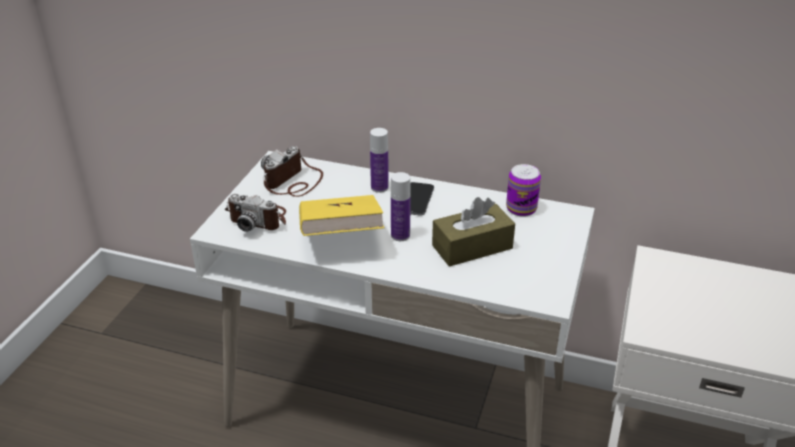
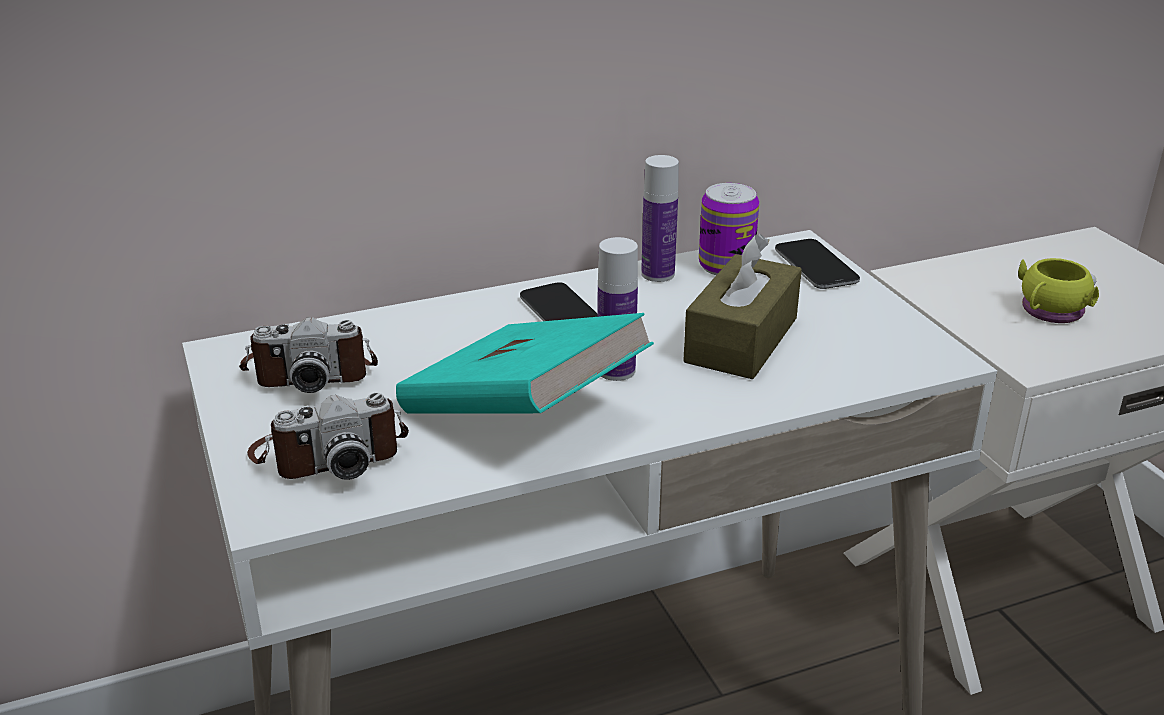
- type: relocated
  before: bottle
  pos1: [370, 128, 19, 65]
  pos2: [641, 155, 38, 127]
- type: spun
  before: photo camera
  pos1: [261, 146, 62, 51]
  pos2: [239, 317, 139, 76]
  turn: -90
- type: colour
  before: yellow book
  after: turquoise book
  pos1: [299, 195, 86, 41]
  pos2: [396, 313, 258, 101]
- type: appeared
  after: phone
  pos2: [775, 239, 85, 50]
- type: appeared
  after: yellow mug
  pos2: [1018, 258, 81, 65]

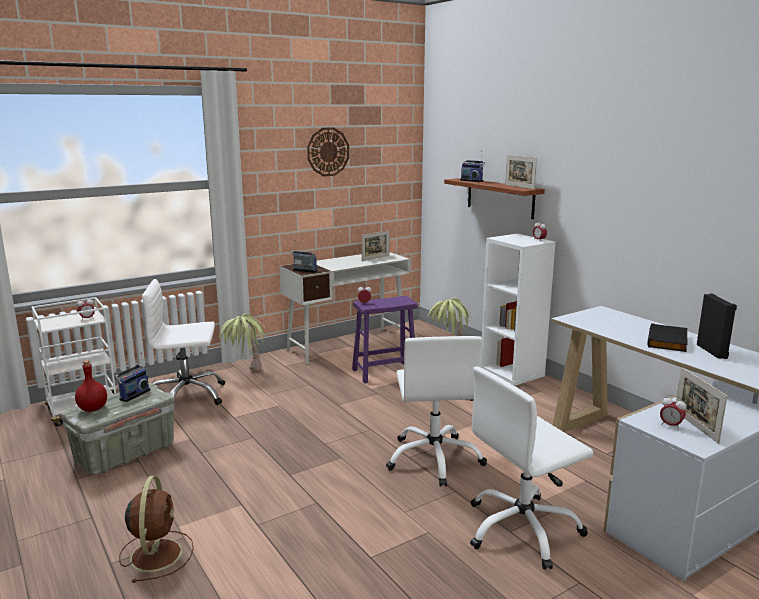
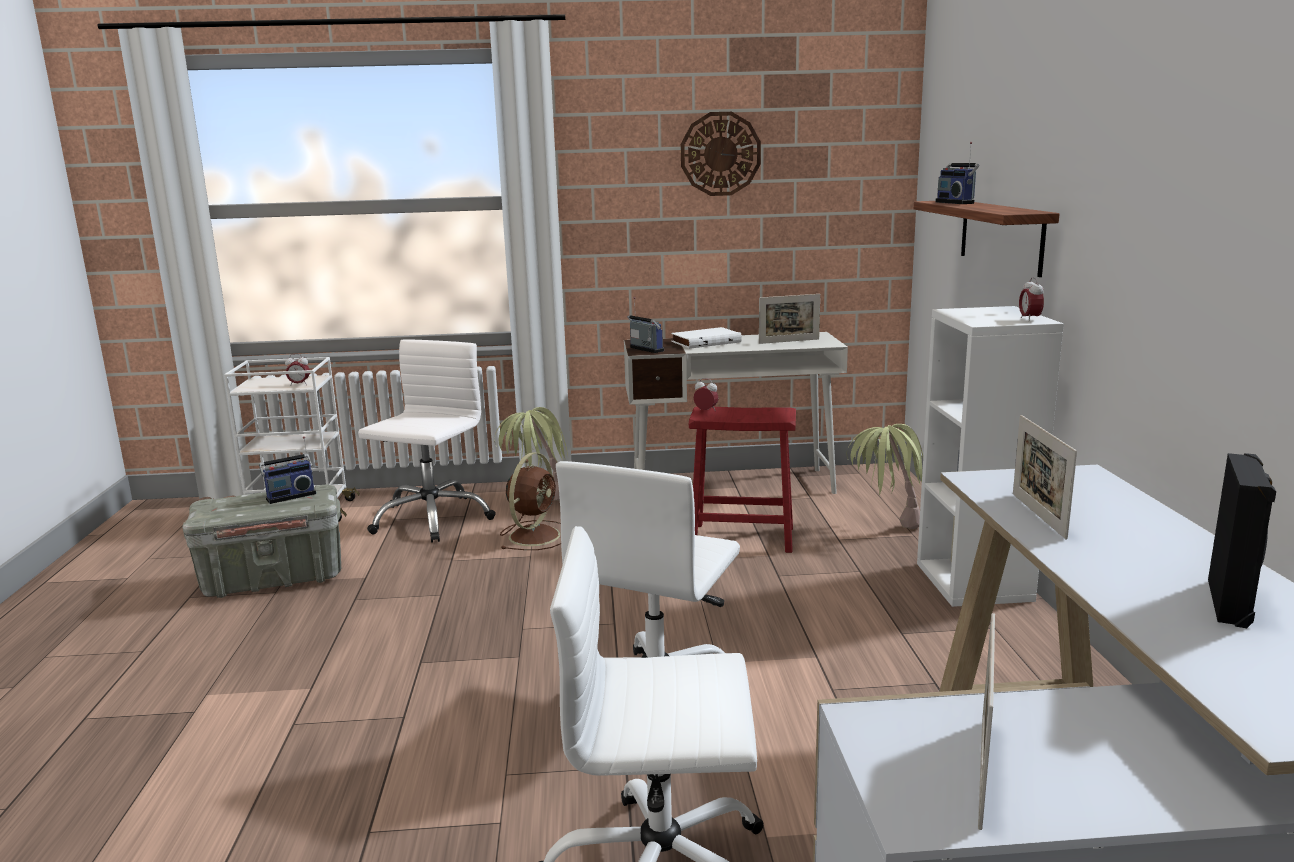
- type: relocated
  before: picture frame
  pos1: [505, 155, 32, 34]
  pos2: [1013, 415, 64, 124]
- type: spun
  before: white office chair
  pos1: [142, 279, 83, 126]
  pos2: [358, 339, 138, 204]
  turn: 90
- type: colour
  before: purple stool
  after: red stool
  pos1: [352, 296, 66, 87]
  pos2: [689, 407, 107, 146]
- type: missing
  before: black book
  pos1: [647, 323, 40, 29]
- type: missing
  before: red bottle
  pos1: [75, 360, 32, 52]
- type: missing
  before: alarm clock
  pos1: [660, 395, 26, 35]
- type: relocated
  before: brown fan
  pos1: [119, 476, 75, 107]
  pos2: [500, 452, 61, 98]
- type: appeared
  after: white book
  pos2: [671, 327, 71, 22]

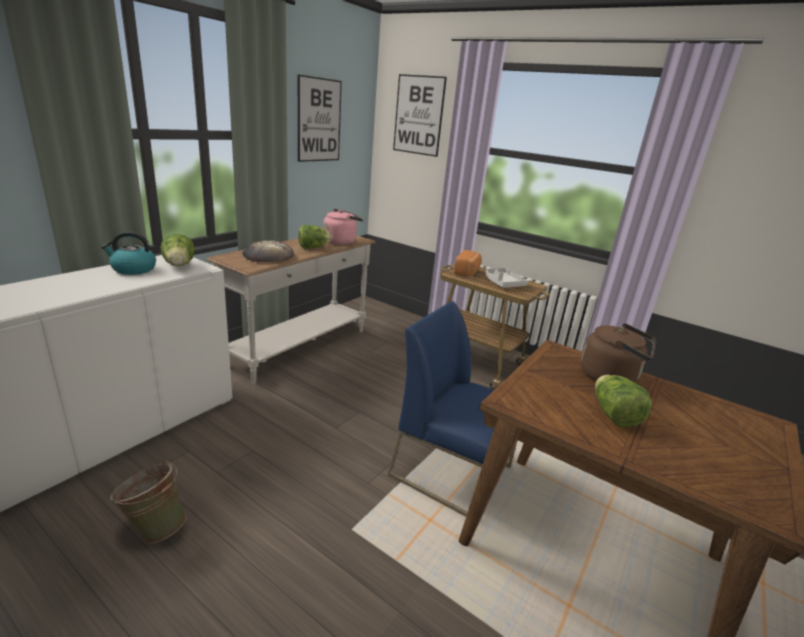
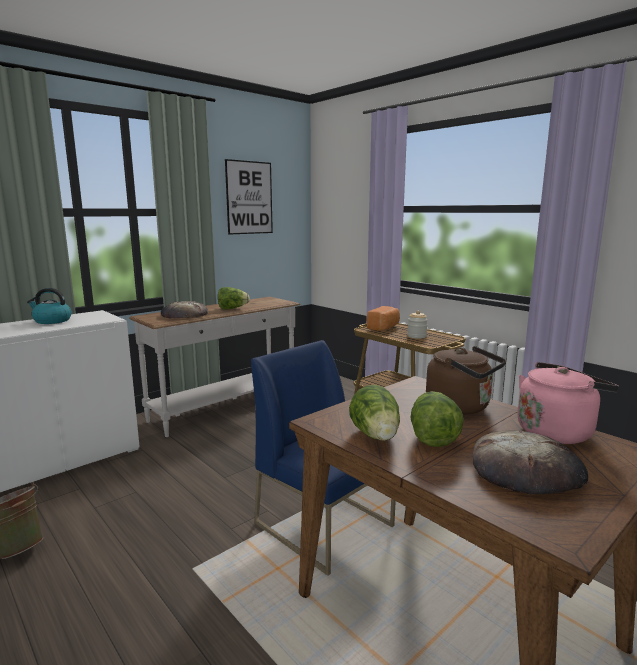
- type: missing
  before: picture
  pos1: [393, 74, 54, 83]
- type: relocated
  before: pink kettle
  pos1: [323, 209, 40, 36]
  pos2: [517, 362, 102, 82]
- type: relocated
  before: lettuce
  pos1: [160, 234, 34, 32]
  pos2: [349, 385, 51, 56]
- type: exchanged
  before: grey tray
  after: jar
  pos1: [485, 268, 43, 20]
  pos2: [407, 311, 21, 28]
- type: appeared
  after: bread
  pos2: [473, 430, 115, 65]

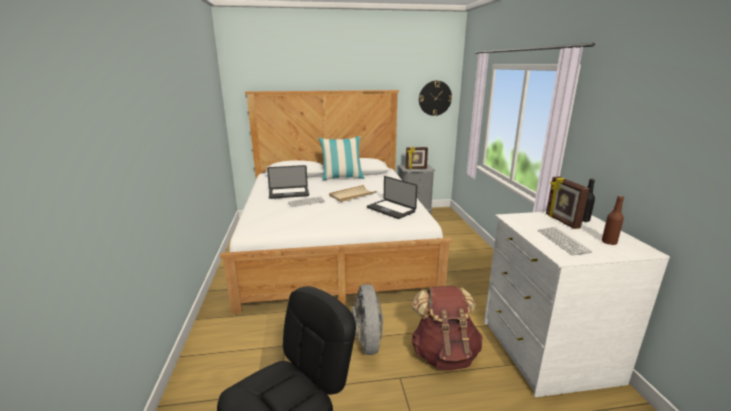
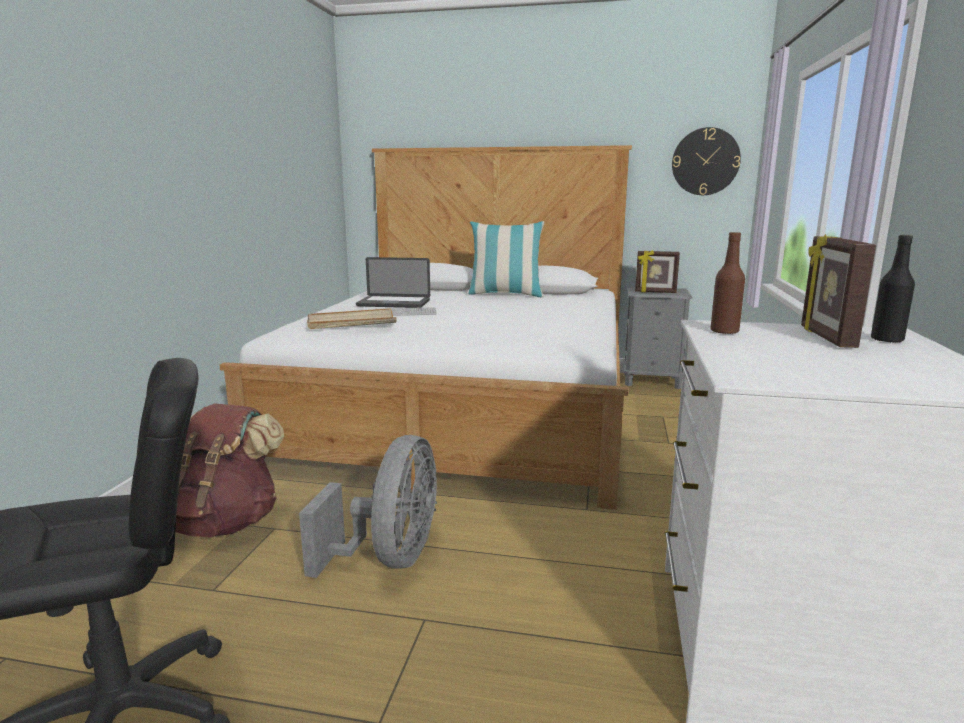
- type: missing
  before: laptop
  pos1: [367, 176, 50, 43]
- type: relocated
  before: beige tray
  pos1: [329, 185, 48, 17]
  pos2: [307, 308, 90, 21]
- type: relocated
  before: brown bottle
  pos1: [602, 196, 22, 49]
  pos2: [710, 232, 35, 103]
- type: missing
  before: keyboard
  pos1: [538, 227, 54, 28]
- type: relocated
  before: brown backpack
  pos1: [411, 286, 72, 84]
  pos2: [175, 403, 109, 135]

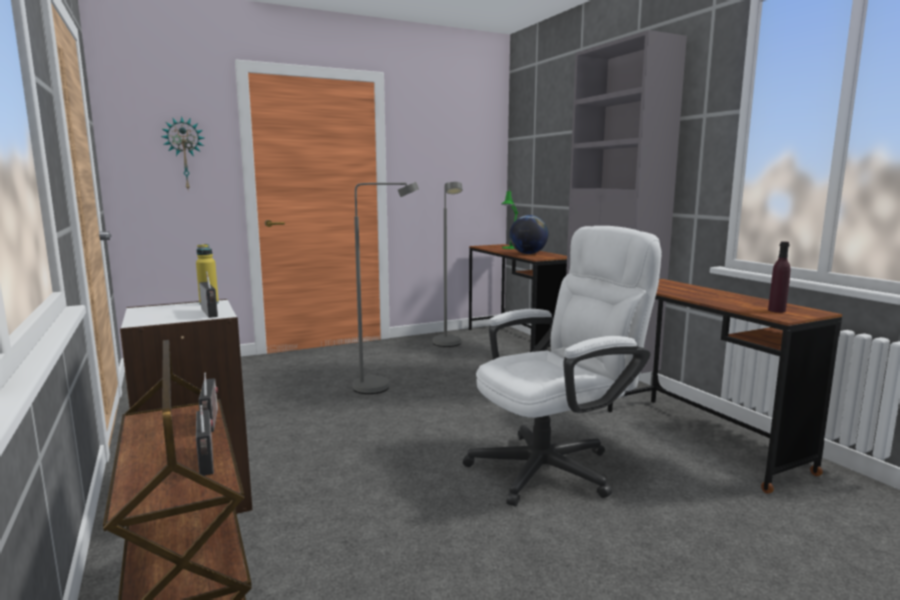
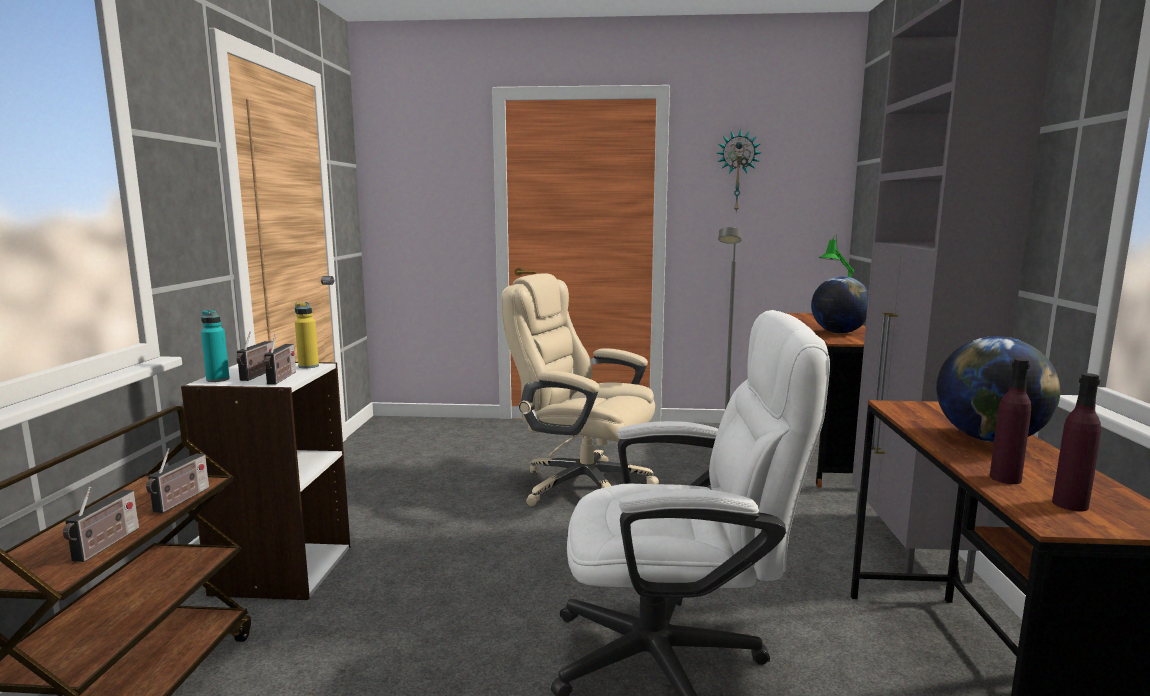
- type: relocated
  before: wall clock
  pos1: [161, 116, 43, 73]
  pos2: [717, 129, 45, 83]
- type: exchanged
  before: grey floor lamp
  after: beige office chair
  pos1: [353, 182, 66, 212]
  pos2: [502, 273, 157, 233]
- type: appeared
  after: turquoise bottle
  pos2: [201, 310, 29, 72]
- type: appeared
  after: radio
  pos2: [237, 331, 36, 50]
- type: appeared
  after: globe
  pos2: [936, 336, 124, 106]
- type: appeared
  after: purple bottle
  pos2: [990, 358, 41, 126]

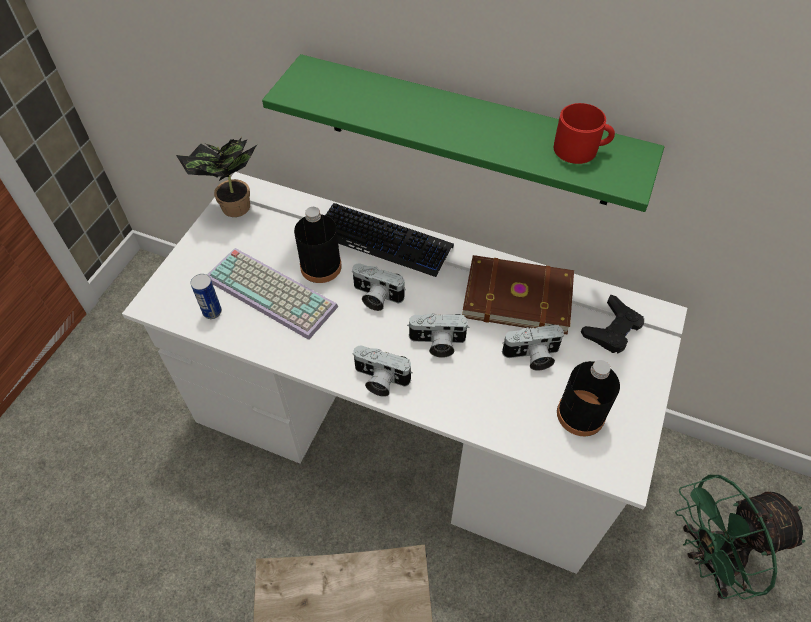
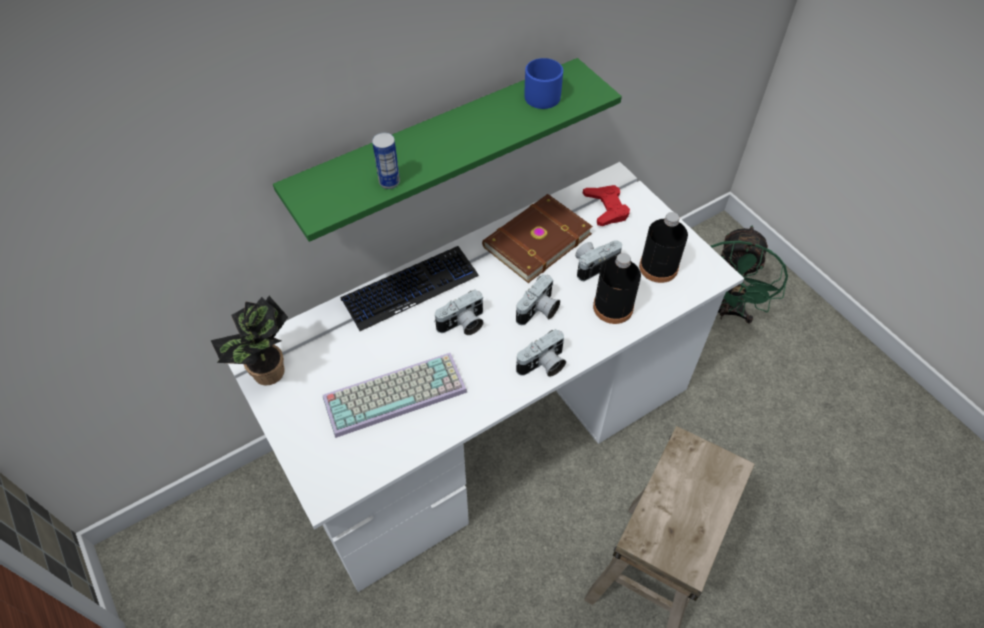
- type: colour
  before: red mug
  after: blue mug
  pos1: [554, 103, 61, 61]
  pos2: [524, 58, 39, 51]
- type: relocated
  before: black bottle
  pos1: [294, 207, 48, 76]
  pos2: [593, 253, 48, 71]
- type: relocated
  before: can
  pos1: [190, 274, 32, 45]
  pos2: [372, 133, 28, 56]
- type: colour
  before: black game controller
  after: red game controller
  pos1: [581, 294, 63, 59]
  pos2: [583, 185, 47, 41]
- type: spun
  before: photo camera
  pos1: [502, 324, 62, 47]
  pos2: [575, 240, 47, 41]
  turn: -150

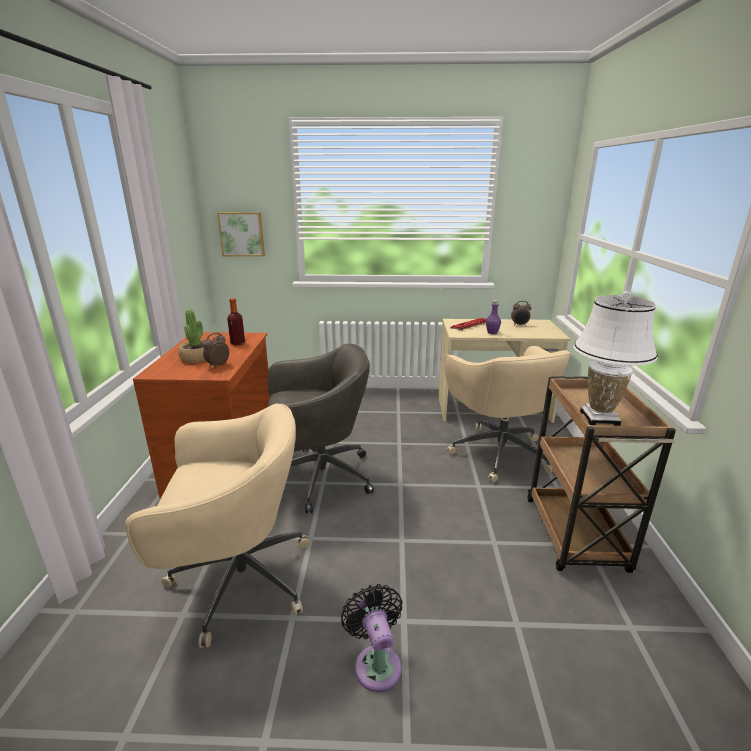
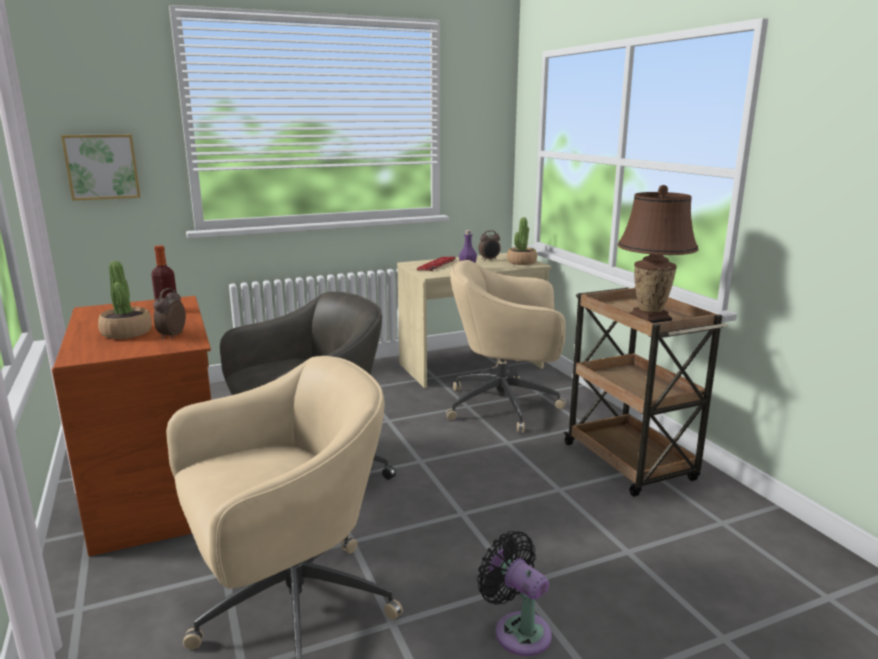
- type: colour
  before: white table lamp
  after: brown table lamp
  pos1: [573, 291, 85, 135]
  pos2: [618, 185, 81, 138]
- type: spun
  before: beige office chair
  pos1: [444, 346, 127, 137]
  pos2: [446, 260, 120, 173]
  turn: 135
- type: appeared
  after: potted plant
  pos2: [507, 217, 30, 48]

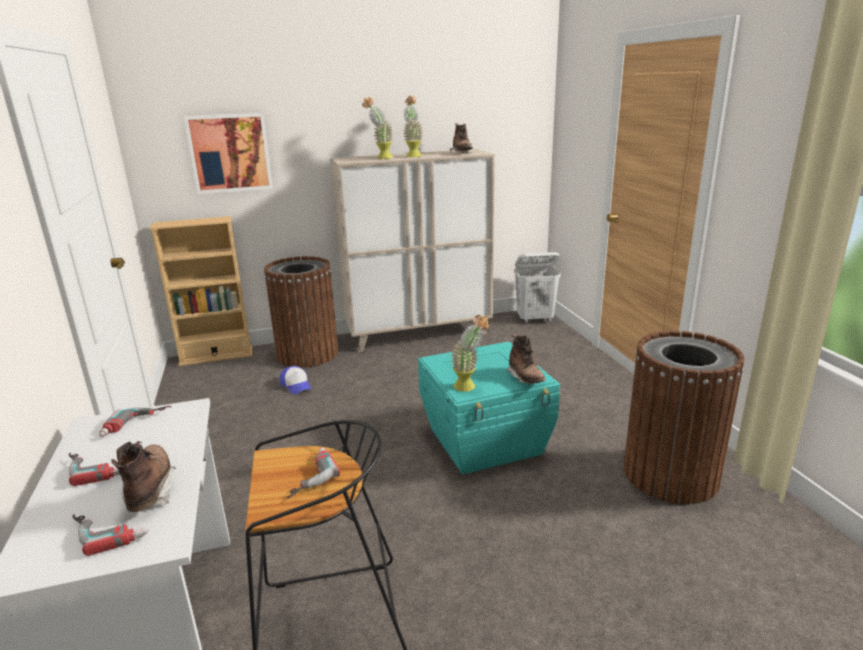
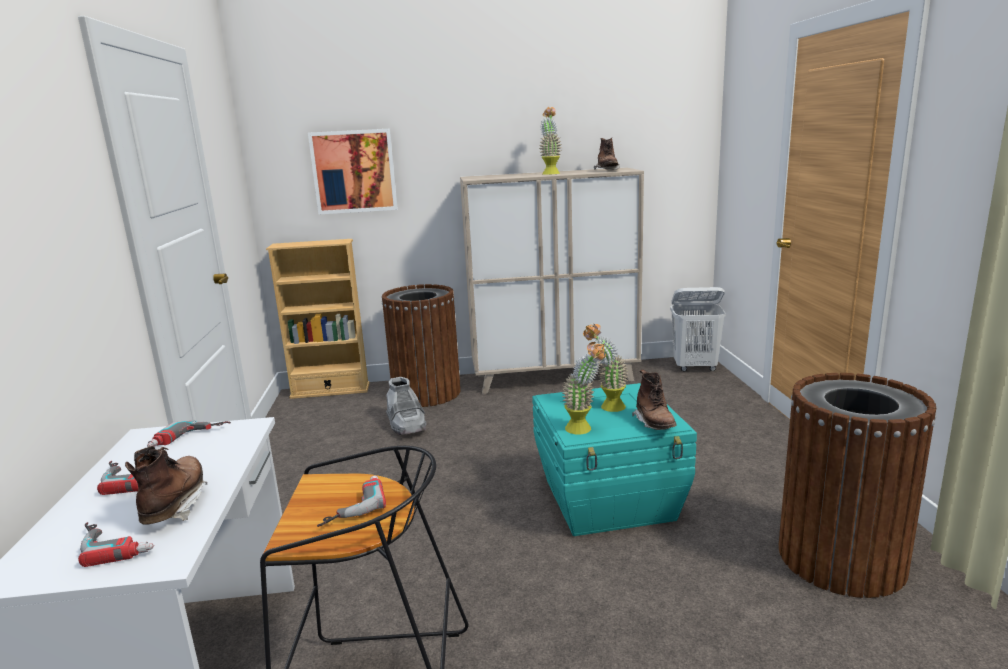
- type: relocated
  before: potted plant
  pos1: [362, 97, 31, 62]
  pos2: [583, 324, 45, 88]
- type: exchanged
  before: cap
  after: grey boot
  pos1: [279, 366, 32, 29]
  pos2: [386, 377, 41, 58]

